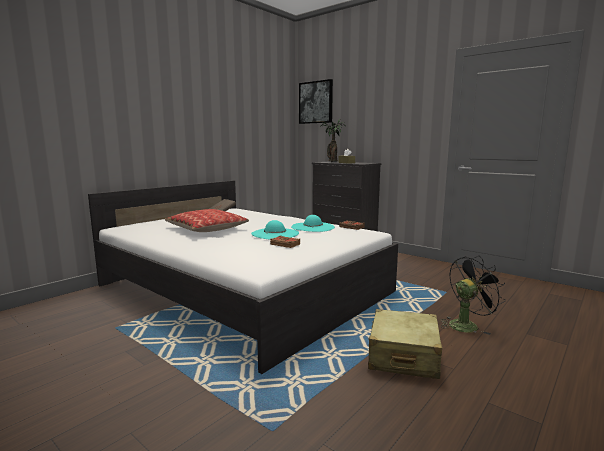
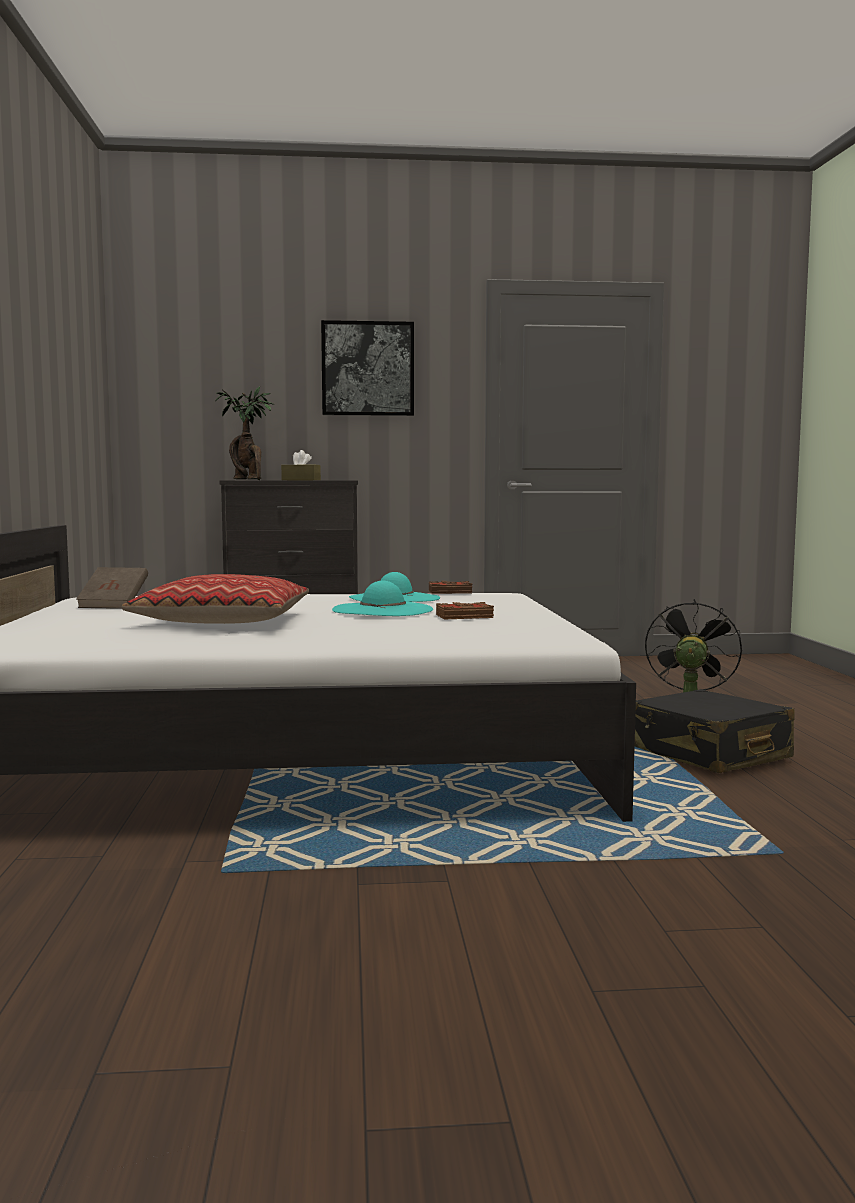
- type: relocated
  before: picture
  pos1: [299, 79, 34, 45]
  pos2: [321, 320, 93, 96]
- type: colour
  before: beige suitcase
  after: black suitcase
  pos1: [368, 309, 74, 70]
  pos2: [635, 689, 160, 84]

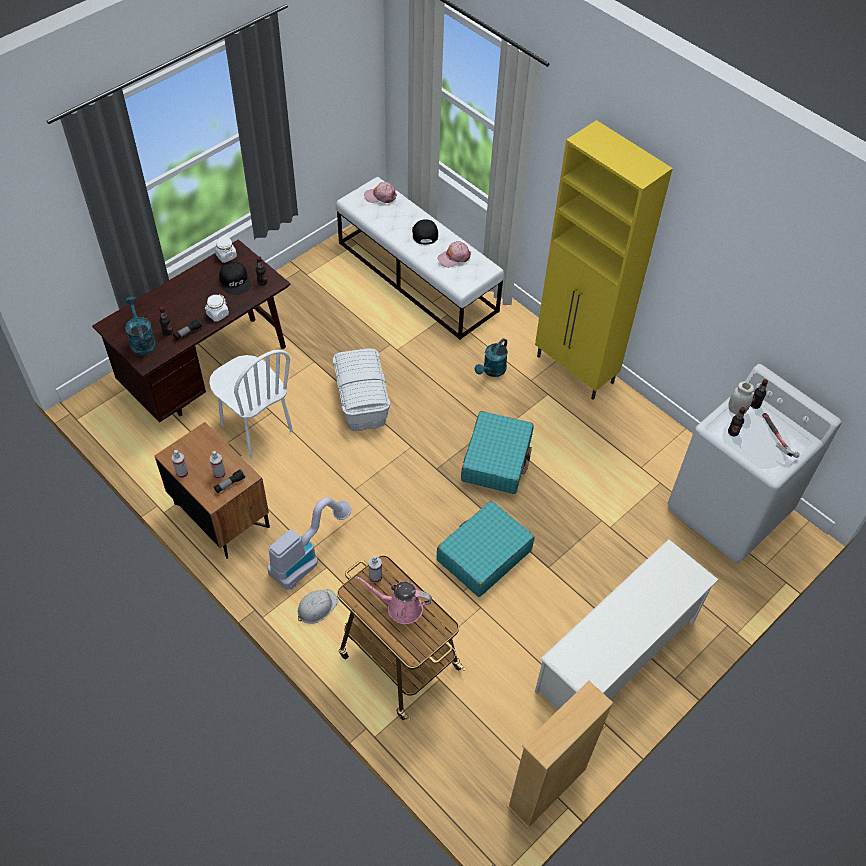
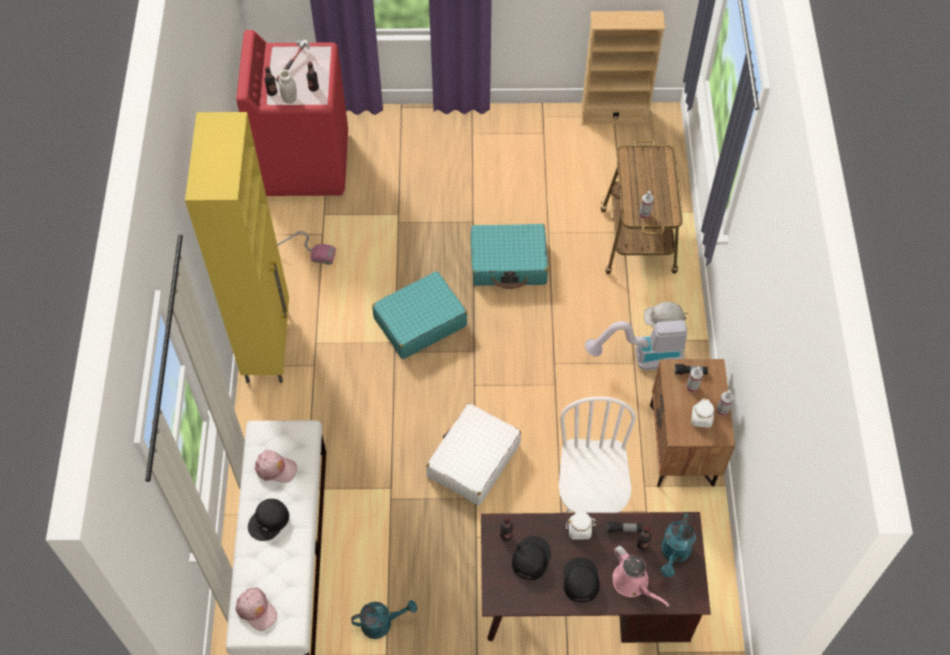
- type: relocated
  before: white jar
  pos1: [215, 237, 22, 26]
  pos2: [691, 398, 23, 30]
- type: relocated
  before: turquoise watering can
  pos1: [475, 338, 33, 39]
  pos2: [351, 600, 66, 39]
- type: exchanged
  before: white storage box
  after: white suitcase
  pos1: [333, 348, 57, 83]
  pos2: [426, 403, 95, 102]
- type: colour
  before: white washing machine
  after: red washing machine
  pos1: [668, 364, 174, 199]
  pos2: [236, 30, 112, 166]
- type: missing
  before: white shoe rack
  pos1: [535, 539, 184, 171]
- type: relocated
  before: pink watering can
  pos1: [355, 576, 77, 48]
  pos2: [613, 546, 56, 61]
- type: appeared
  after: vacuum cleaner
  pos2: [277, 231, 59, 34]
- type: appeared
  after: black cap
  pos2: [563, 557, 37, 45]

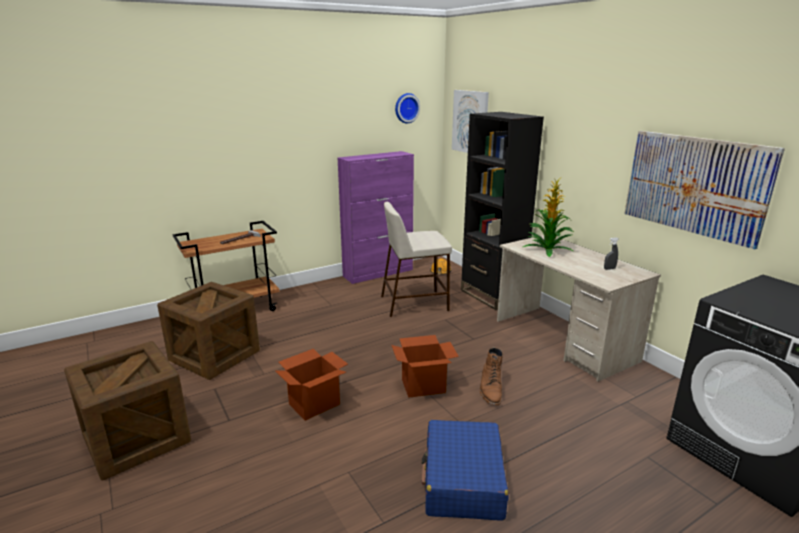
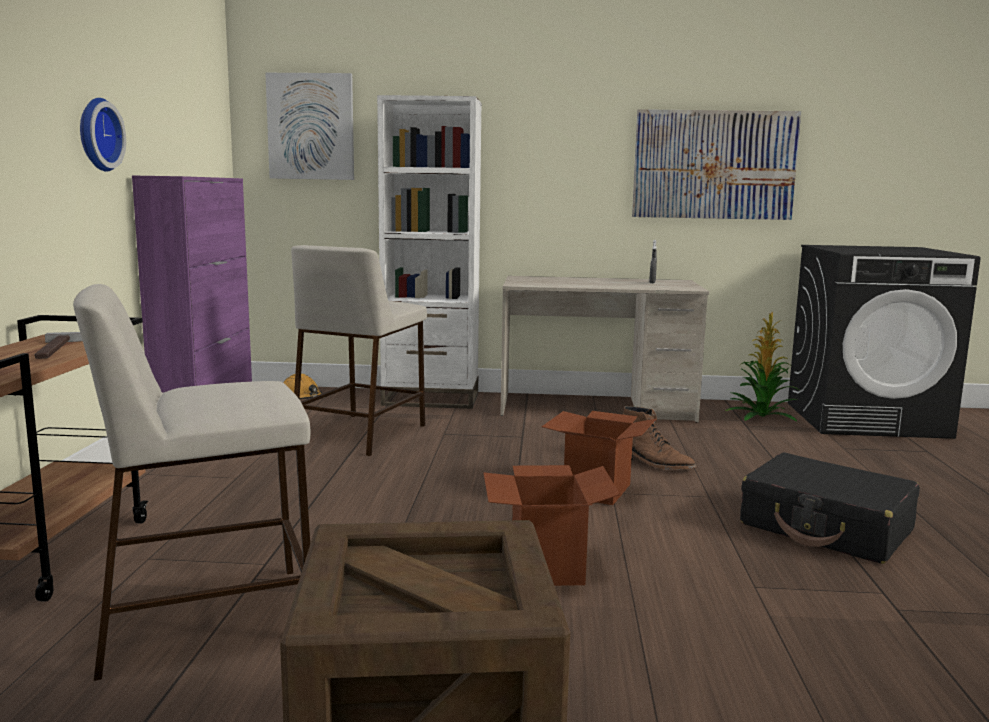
- type: relocated
  before: wall clock
  pos1: [395, 93, 25, 31]
  pos2: [80, 98, 46, 74]
- type: colour
  before: black bookcase
  after: white bookcase
  pos1: [461, 112, 83, 198]
  pos2: [377, 95, 105, 314]
- type: relocated
  before: potted plant
  pos1: [523, 177, 51, 80]
  pos2: [725, 312, 74, 109]
- type: exchanged
  before: crate
  after: beige stool
  pos1: [157, 282, 103, 98]
  pos2: [73, 284, 238, 397]
- type: colour
  before: blue suitcase
  after: black suitcase
  pos1: [421, 420, 88, 101]
  pos2: [740, 453, 180, 111]

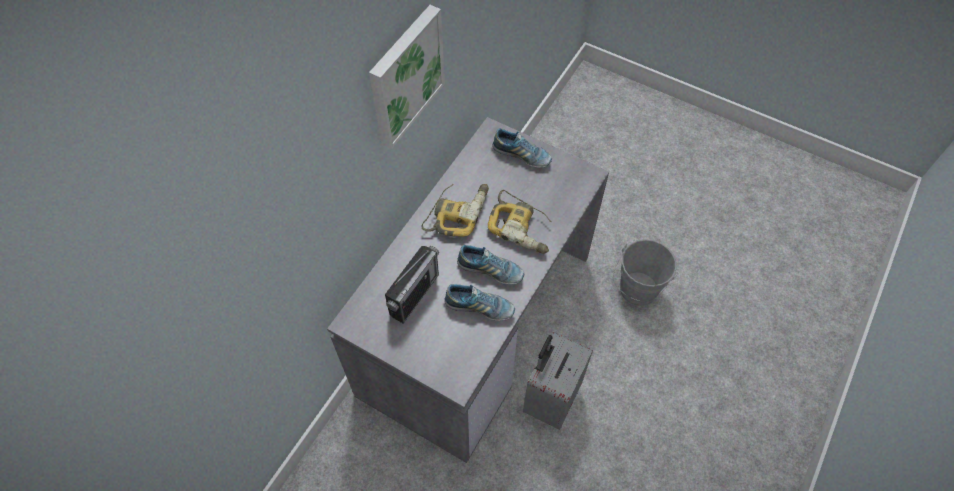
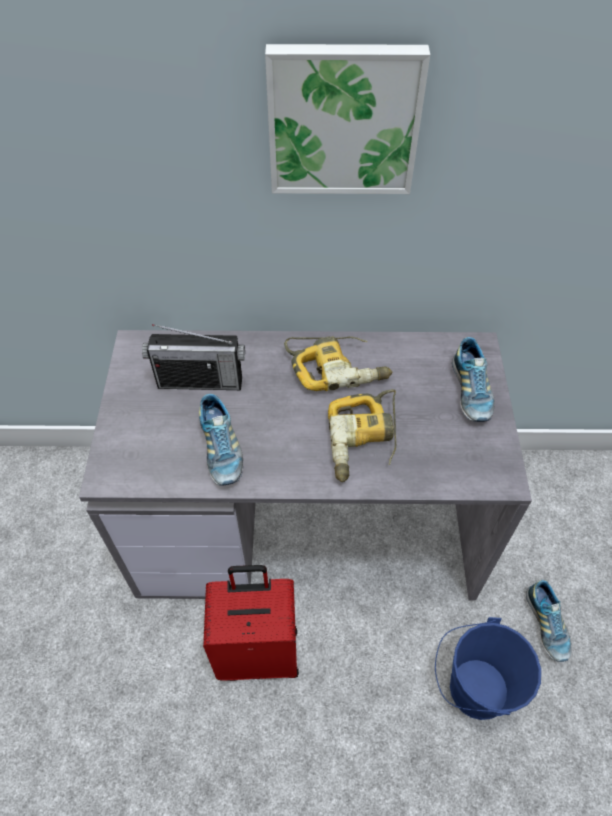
- type: colour
  before: grey bucket
  after: blue bucket
  pos1: [613, 239, 65, 67]
  pos2: [435, 617, 106, 103]
- type: relocated
  before: shoe
  pos1: [457, 245, 67, 40]
  pos2: [526, 580, 46, 82]
- type: colour
  before: grey suitcase
  after: red suitcase
  pos1: [523, 332, 70, 98]
  pos2: [203, 565, 96, 116]

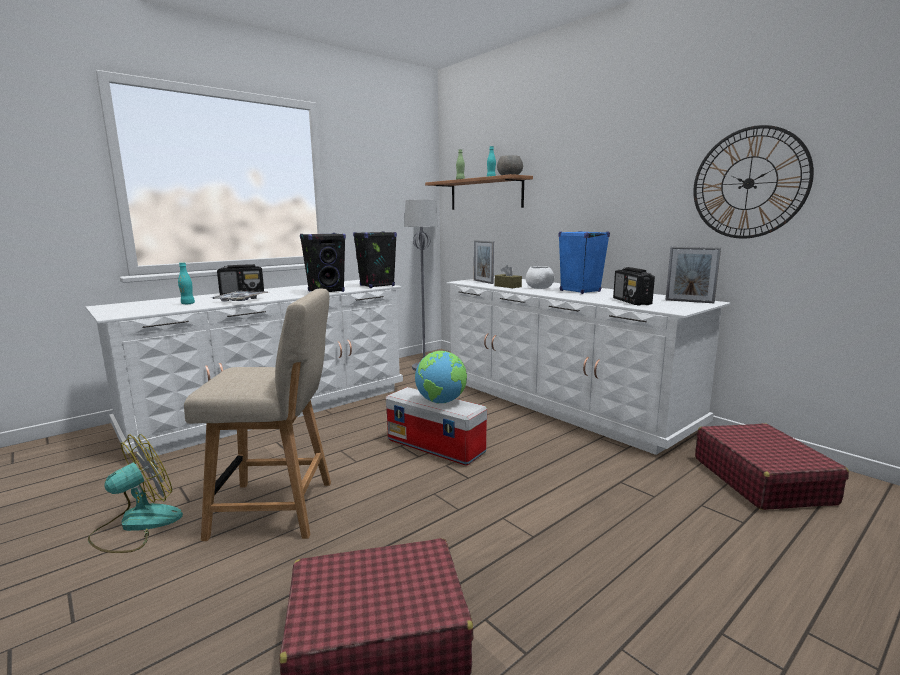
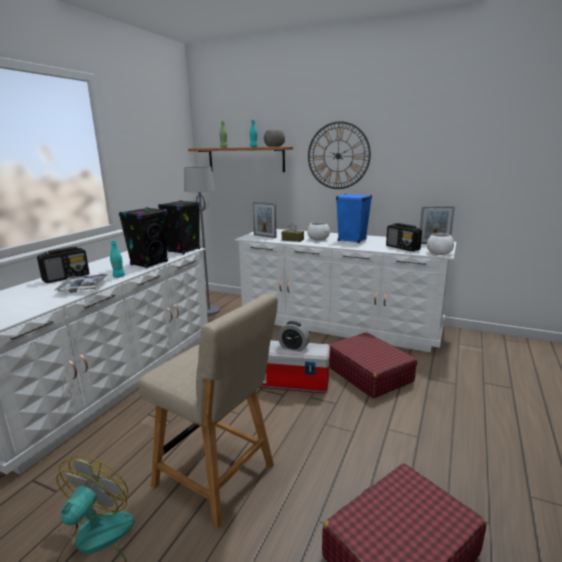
- type: relocated
  before: wall clock
  pos1: [693, 125, 121, 114]
  pos2: [308, 121, 63, 68]
- type: relocated
  before: turquoise bottle
  pos1: [178, 262, 17, 42]
  pos2: [110, 240, 15, 38]
- type: spun
  before: beige chair
  pos1: [184, 289, 147, 252]
  pos2: [138, 293, 140, 236]
  turn: 60
- type: exchanged
  before: globe
  after: alarm clock
  pos1: [415, 351, 52, 53]
  pos2: [278, 321, 32, 31]
- type: relocated
  before: red suitcase
  pos1: [695, 423, 154, 87]
  pos2: [329, 332, 88, 66]
- type: appeared
  after: white bowl
  pos2: [427, 233, 27, 22]

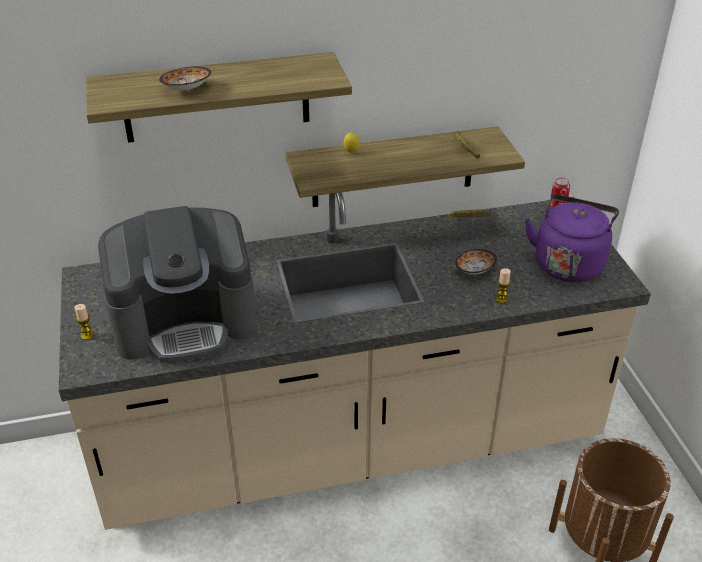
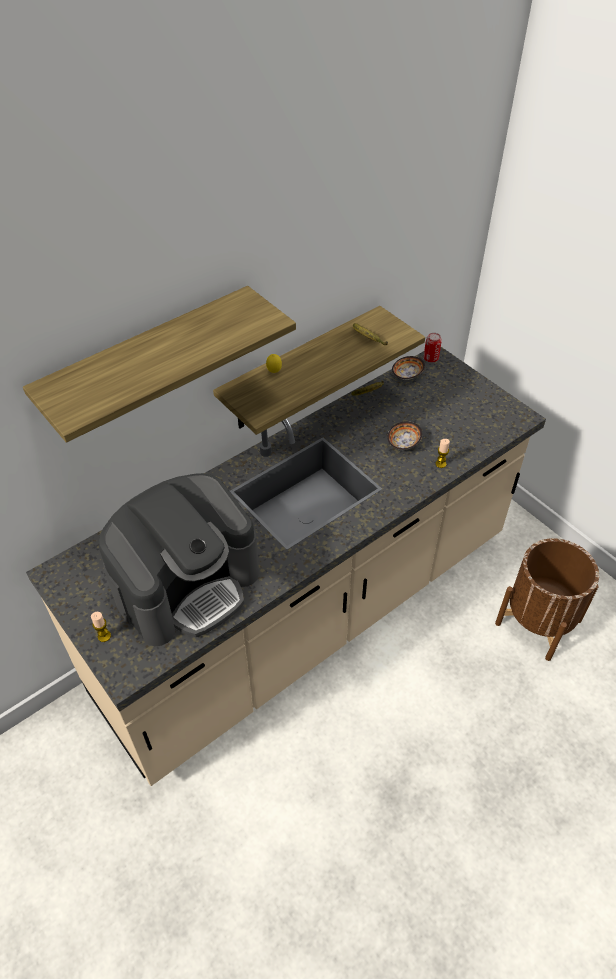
- type: relocated
  before: bowl
  pos1: [159, 66, 52, 24]
  pos2: [392, 356, 33, 24]
- type: missing
  before: purple kettle
  pos1: [525, 194, 94, 88]

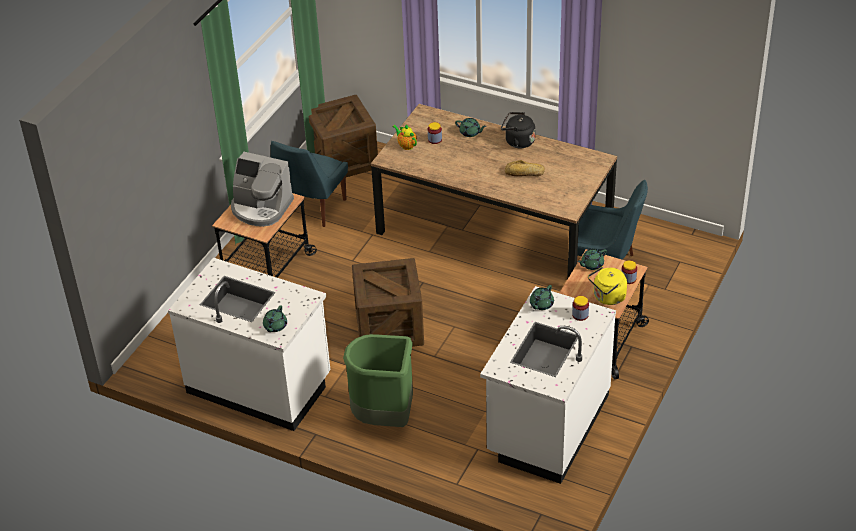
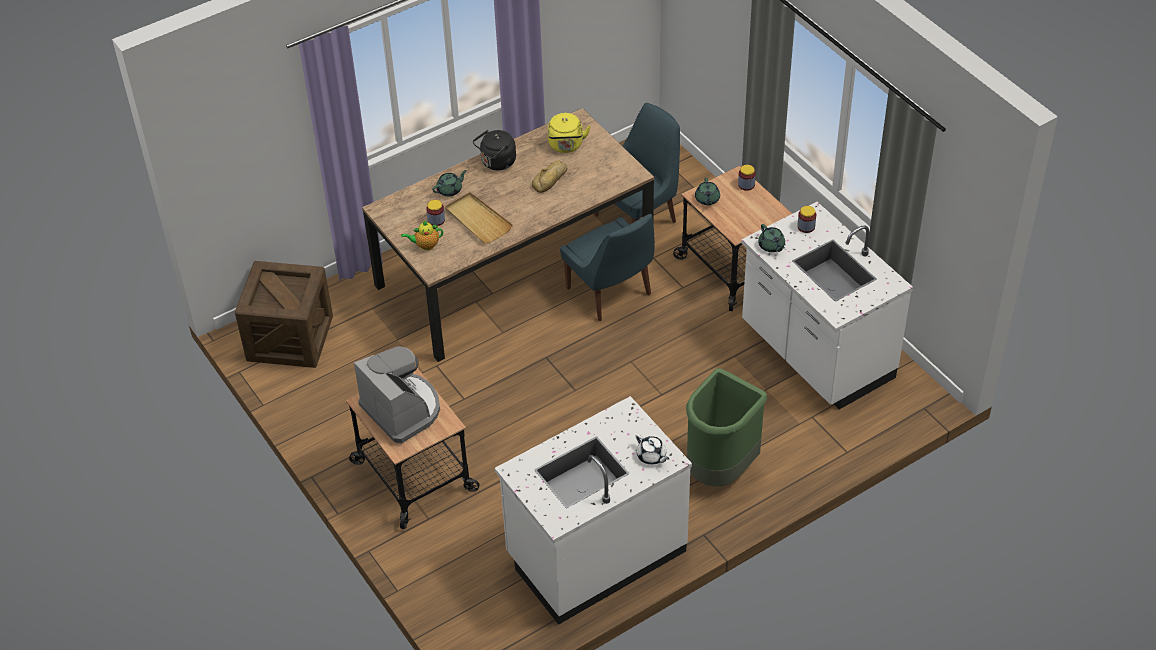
- type: relocated
  before: blue chair
  pos1: [271, 141, 77, 86]
  pos2: [560, 214, 95, 107]
- type: spun
  before: coffee machine
  pos1: [231, 152, 63, 75]
  pos2: [354, 346, 86, 97]
  turn: -90
- type: missing
  before: crate
  pos1: [352, 258, 72, 89]
- type: relocated
  before: yellow kettle
  pos1: [588, 267, 39, 38]
  pos2: [548, 113, 43, 40]
- type: colour
  before: green teapot
  after: white teapot
  pos1: [263, 305, 24, 27]
  pos2: [636, 434, 33, 31]
- type: appeared
  after: beige tray
  pos2: [445, 192, 68, 52]

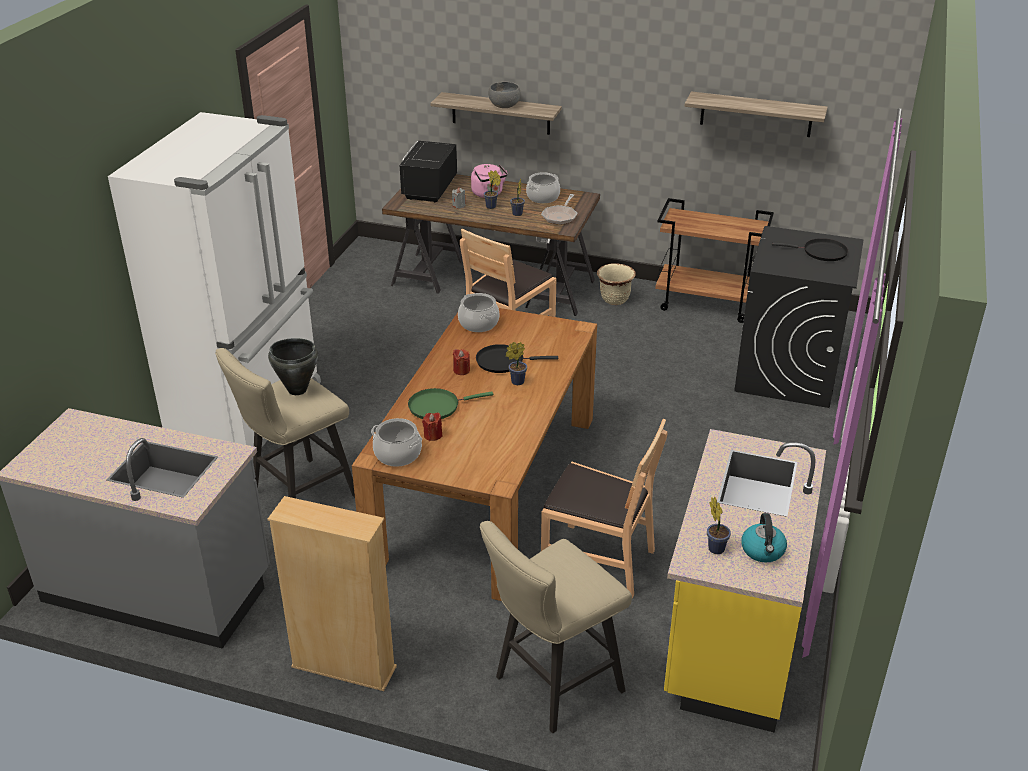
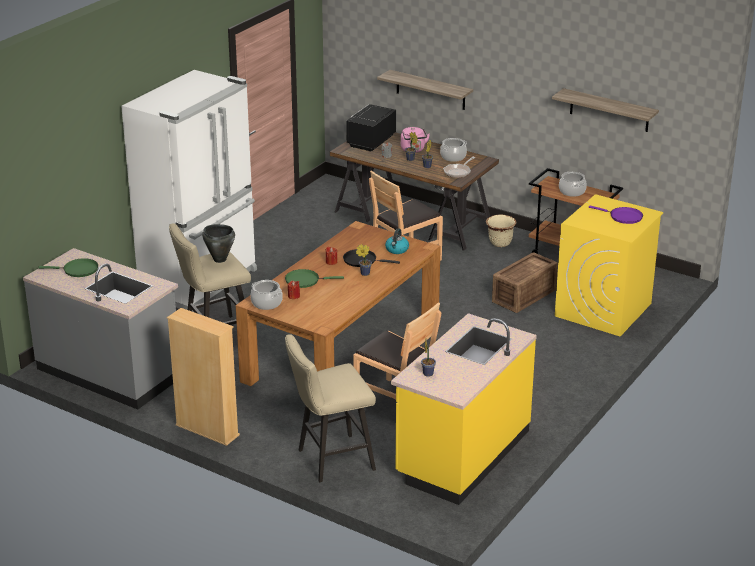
- type: missing
  before: grey bowl
  pos1: [488, 82, 33, 26]
- type: colour
  before: black washing machine
  after: yellow washing machine
  pos1: [734, 226, 130, 182]
  pos2: [555, 194, 109, 142]
- type: colour
  before: black frying pan
  after: purple frying pan
  pos1: [772, 238, 76, 23]
  pos2: [589, 206, 54, 18]
- type: relocated
  before: cooking pot
  pos1: [458, 293, 41, 39]
  pos2: [559, 172, 28, 25]
- type: relocated
  before: kettle
  pos1: [741, 513, 46, 49]
  pos2: [385, 228, 24, 26]
- type: appeared
  after: crate
  pos2: [492, 252, 66, 61]
- type: appeared
  after: green frying pan
  pos2: [38, 258, 60, 19]

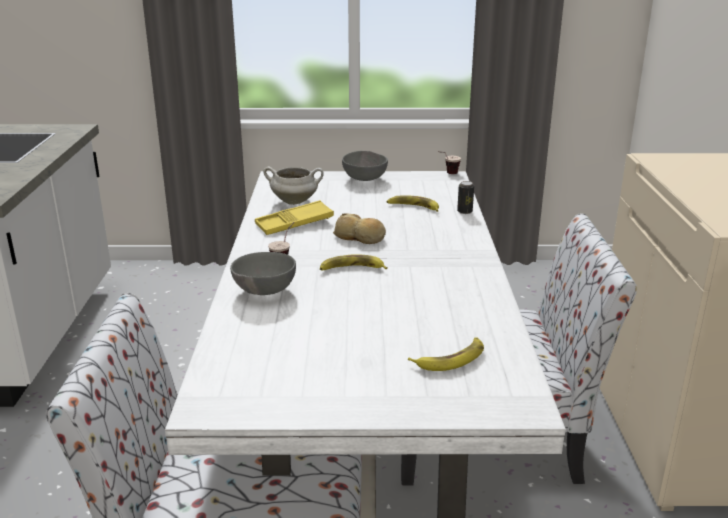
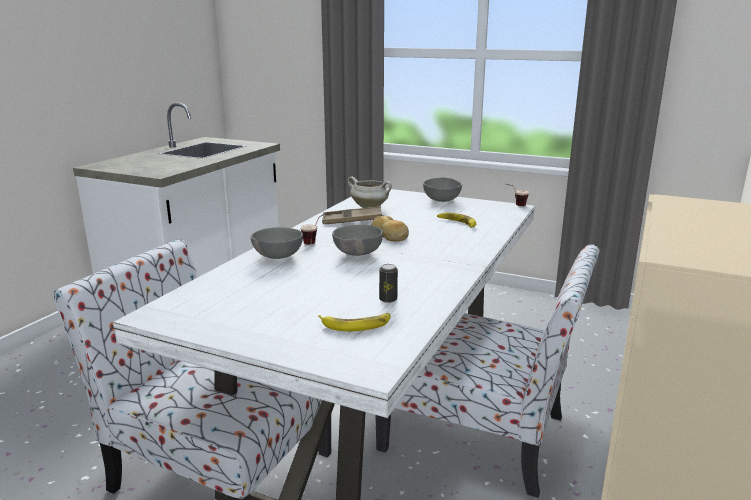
- type: relocated
  before: can
  pos1: [457, 181, 17, 33]
  pos2: [379, 264, 19, 39]
- type: colour
  before: yellow tray
  after: brown tray
  pos1: [255, 200, 79, 35]
  pos2: [322, 206, 60, 18]
- type: exchanged
  before: banana
  after: grey bowl
  pos1: [320, 254, 68, 16]
  pos2: [332, 225, 51, 31]

